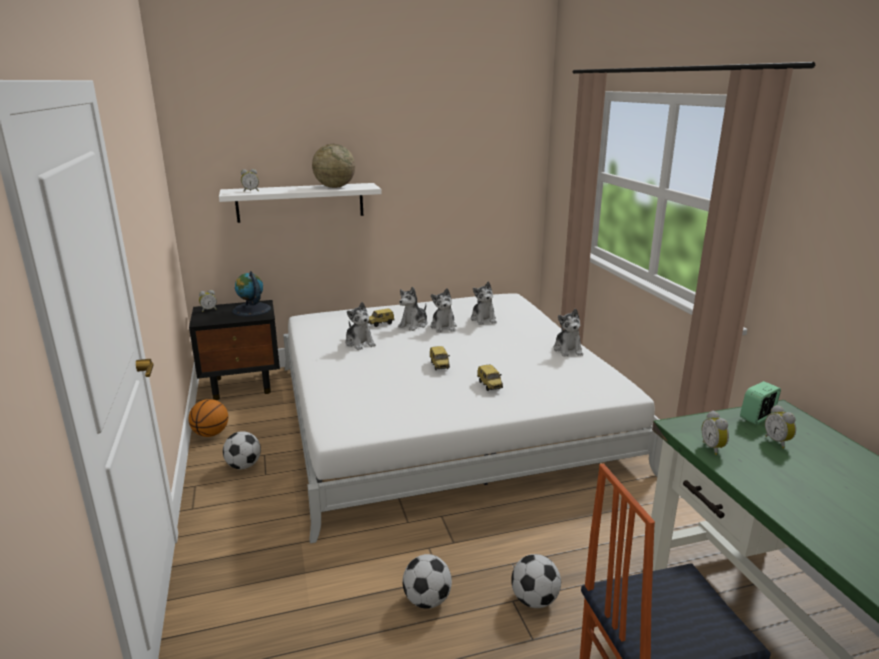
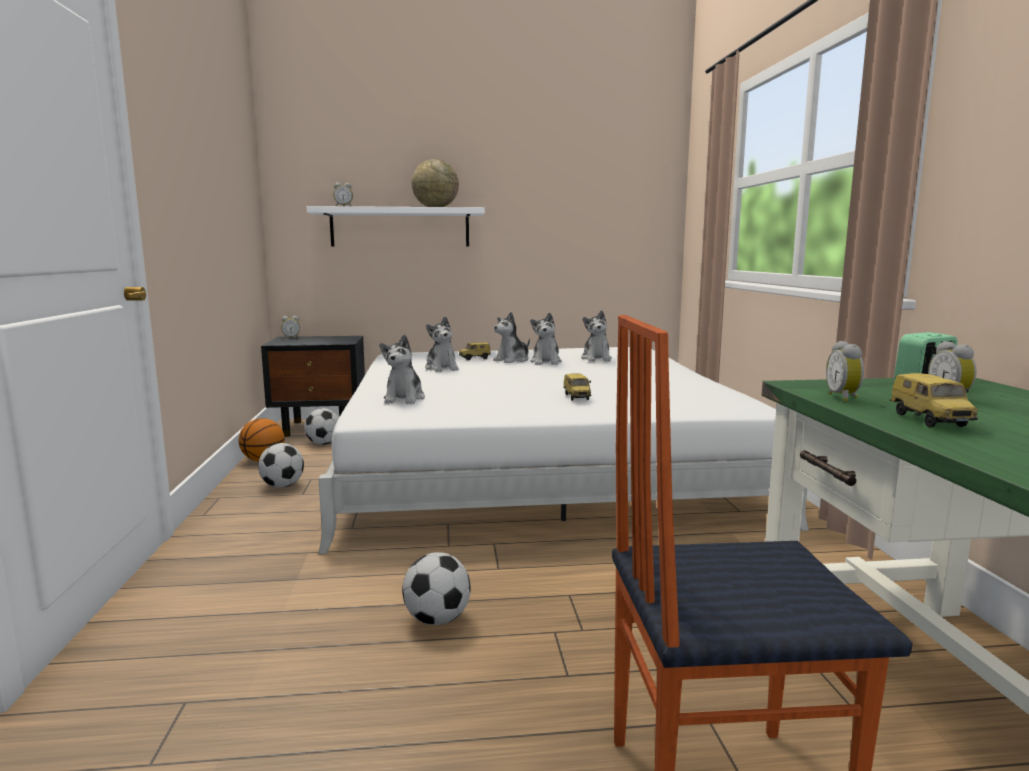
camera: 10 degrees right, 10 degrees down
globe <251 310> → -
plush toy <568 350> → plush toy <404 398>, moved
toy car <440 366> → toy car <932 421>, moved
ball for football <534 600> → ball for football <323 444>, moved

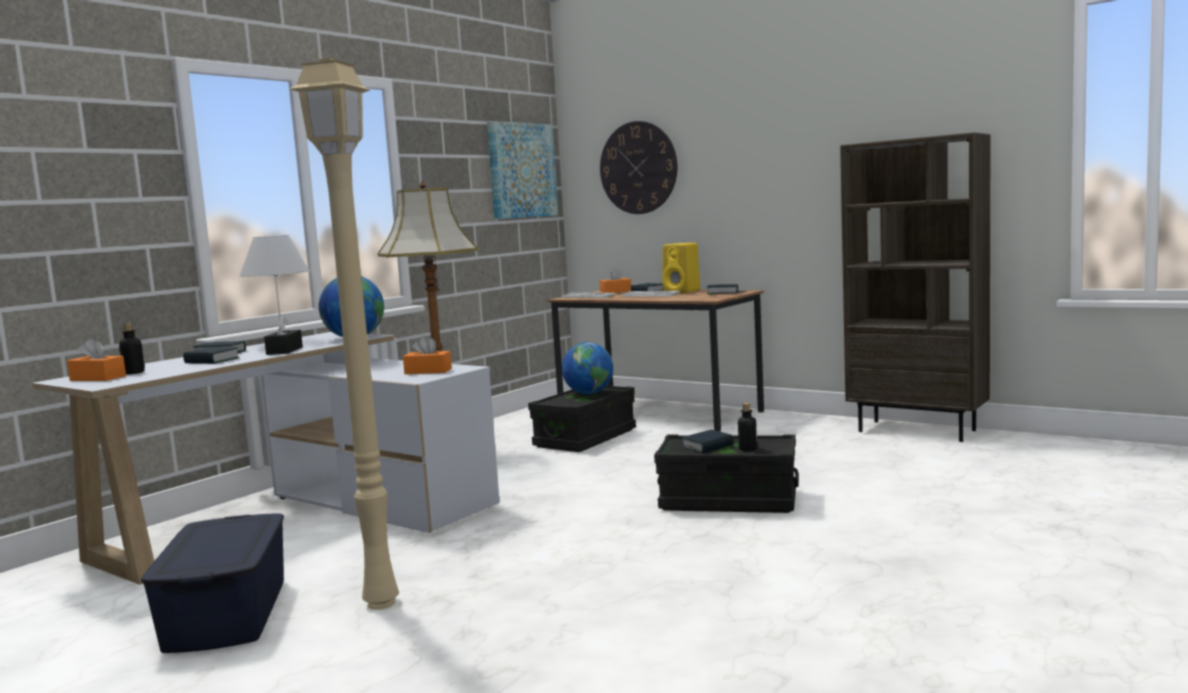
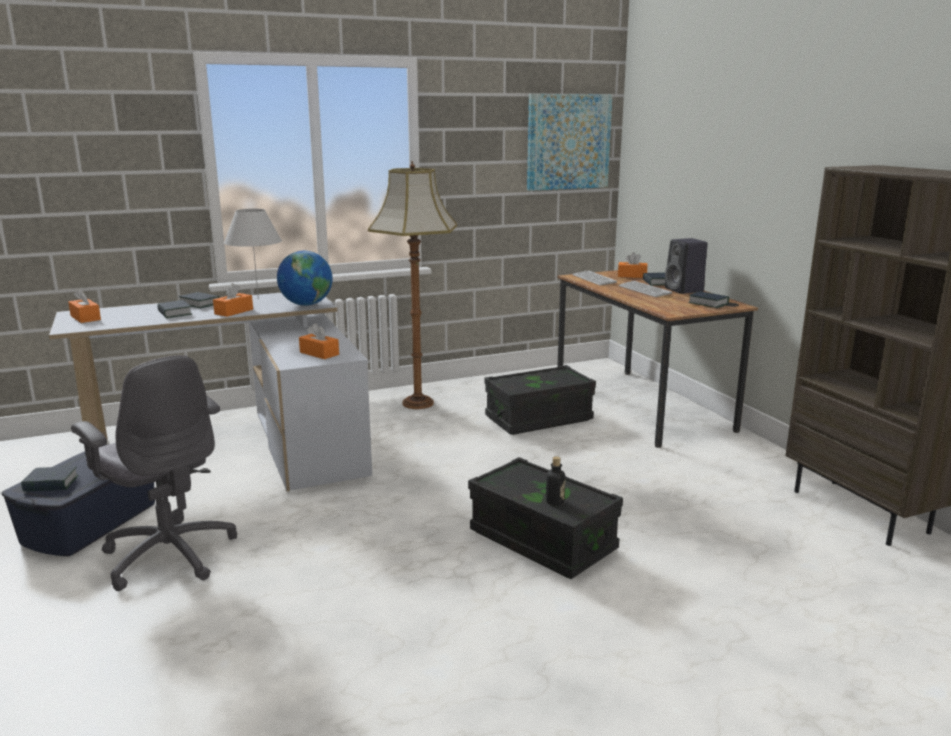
camera: 30 degrees right, 10 degrees up
beige floor lamp <382 604> → gray computer chair <169 554>
clock on the wall <638 168> → -
yellow loudspeaker <683 291> → black-coloured loudspeaker <685 290>
black-coloured box of tissues <284 351> → orangey box of tissues <234 312>
drink bottle <134 373> → -
globe <589 393> → -
book <707 446> → book <51 484>, moved

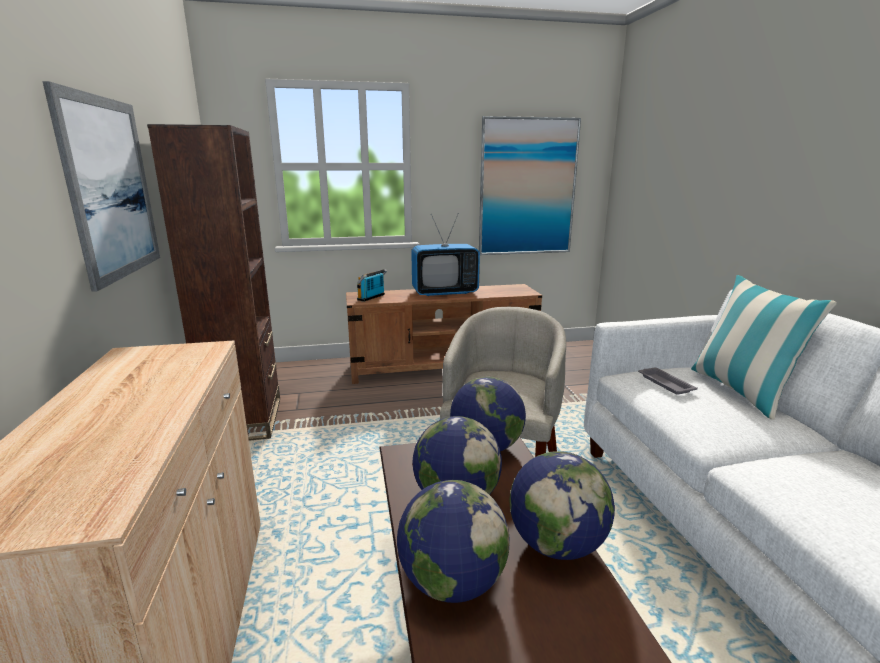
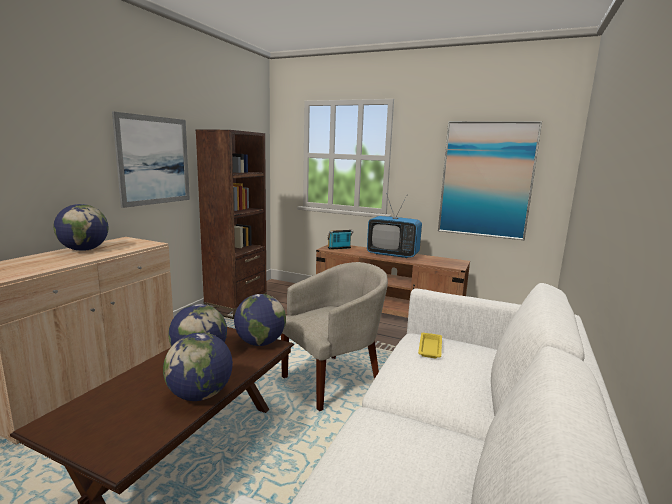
camera: 35 degrees right, 5 degrees down
throw pillow <741 391> → -
gray tray <664 383> → yellow tray <430 347>
globe <452 582> → globe <84 250>, moved

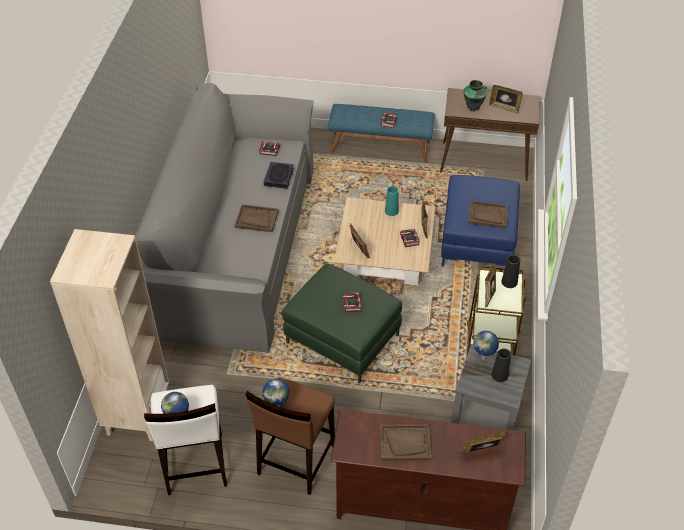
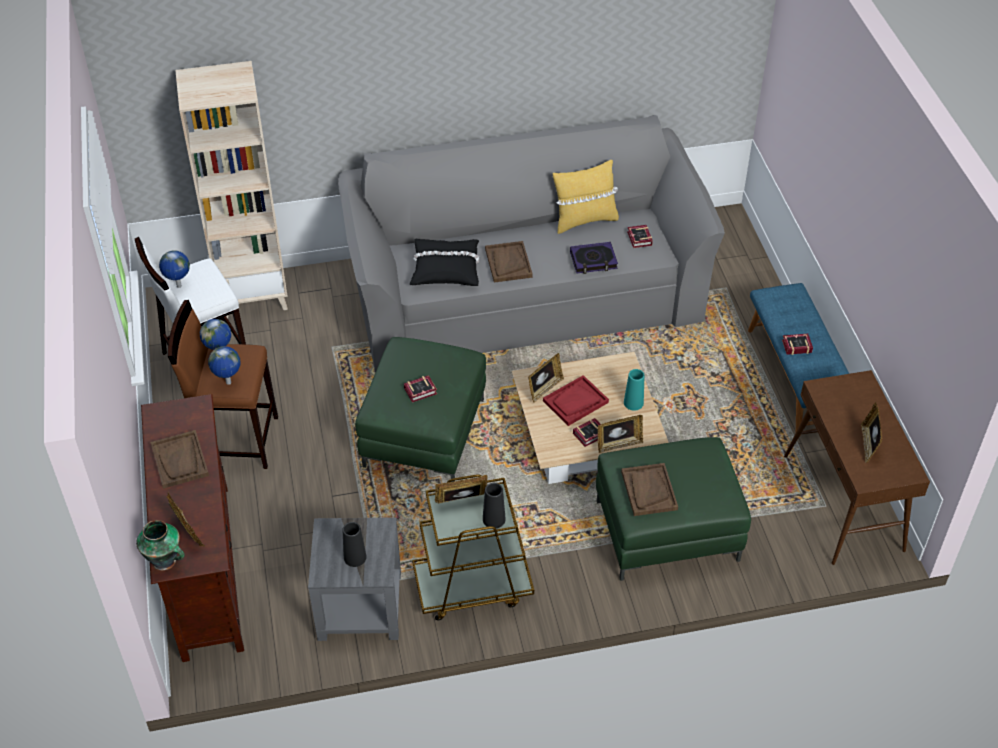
camera: 70 degrees right, 0 degrees up
flower vase <473 107> → flower vase <165 561>, moved
bluish ottoman <477 241> → greenish ottoman <667 531>
globe <483 358> → globe <228 383>, moved
- → yellow throw pillow <584 220>
- → black-coloured throw pillow <445 268>
- → red tray <575 402>

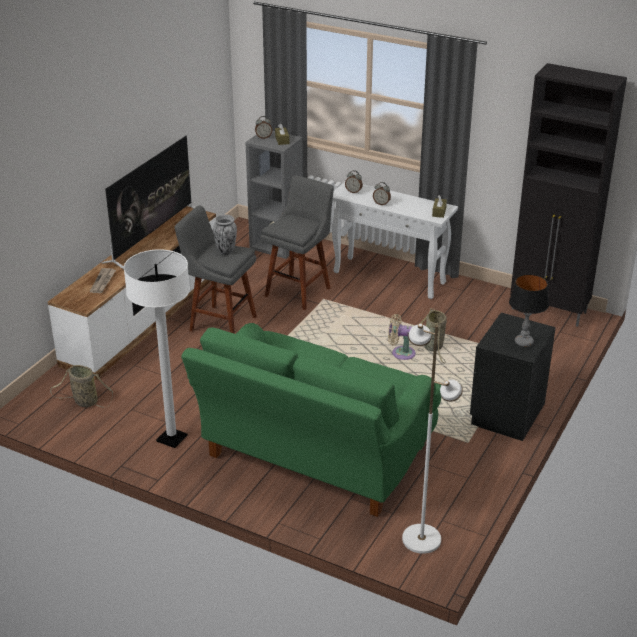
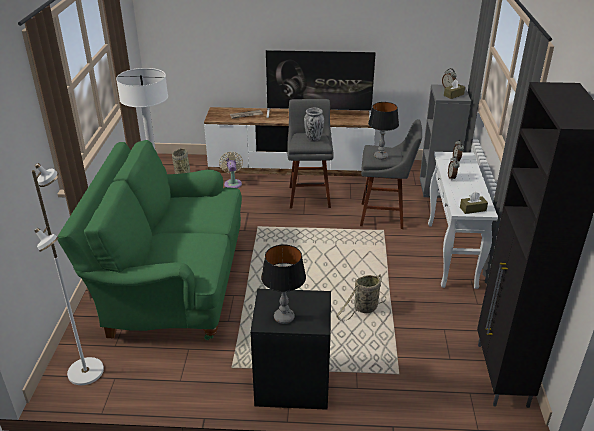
camera: 65 degrees right, 0 degrees up
beige electric fan <400 353> → beige electric fan <232 183>, moved
- → table lamp <380 156>

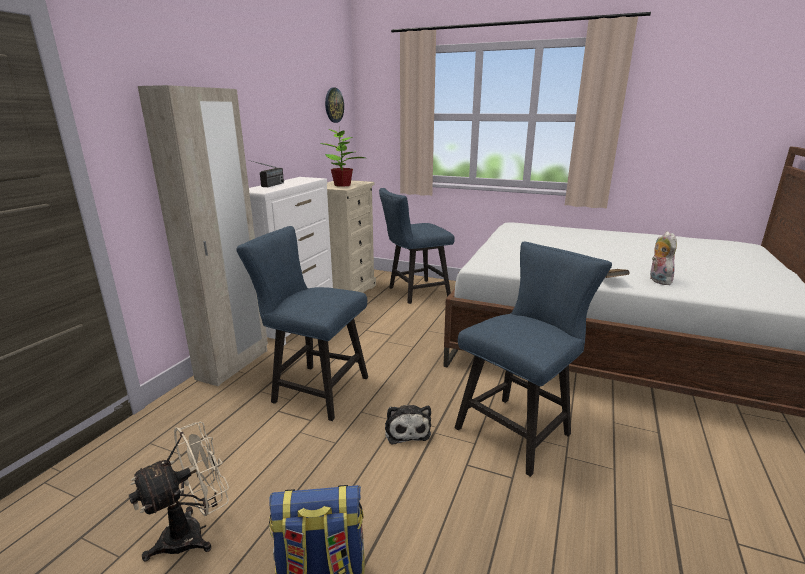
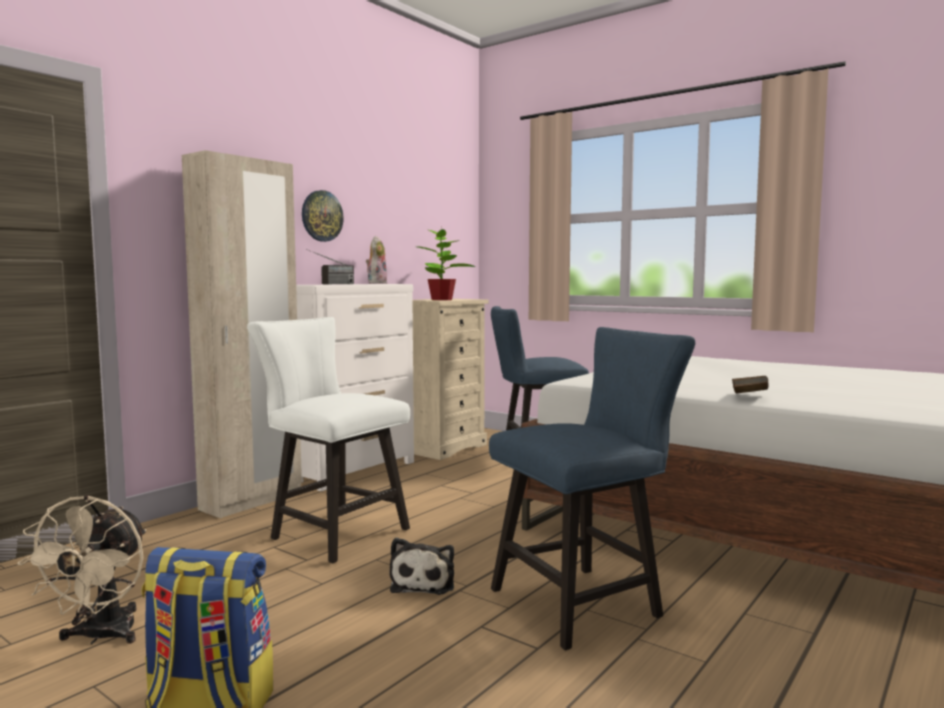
camera: 15 degrees right, 15 degrees down
clock on the wall <333 105> → clock on the wall <321 216>, moved
bluish plain chair <314 389> → white-coloured plain chair <332 532>
plush toy <657 280> → plush toy <376 283>, moved
beige electric fan <194 532> → beige electric fan <100 637>, 120 degrees clockwise

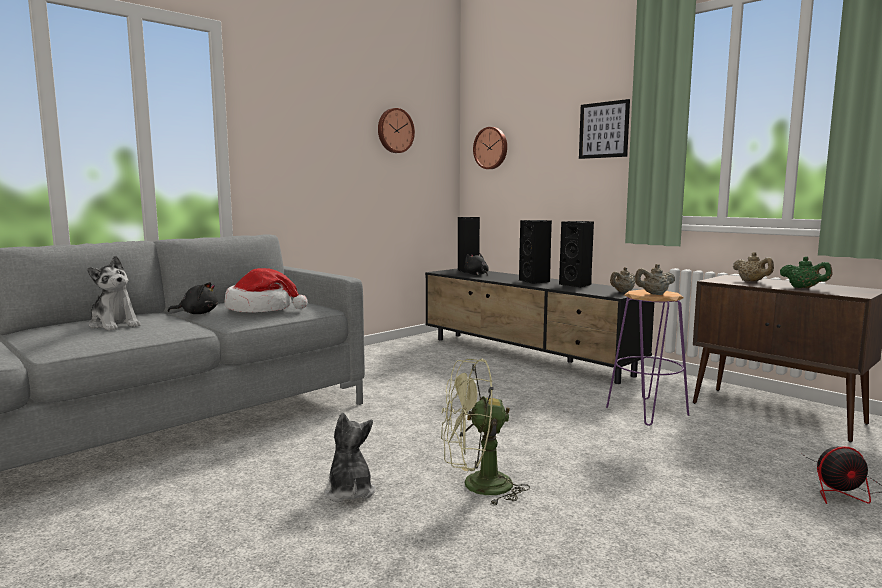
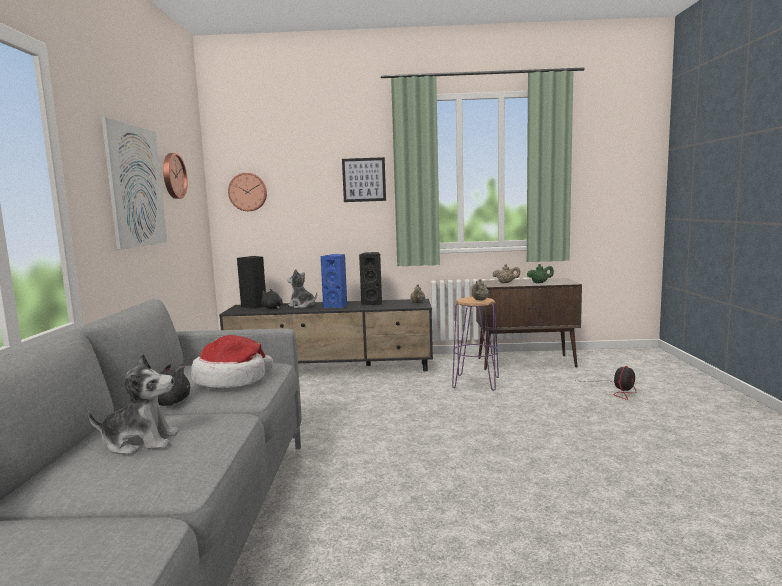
camera: 45 degrees left, 0 degrees up
black-coloured loudspeaker <535 281> → bluish loudspeaker <337 306>
greenish electric fan <477 487> → -
plush toy <349 491> → plush toy <301 306>, moved
- → wall art <136 186>

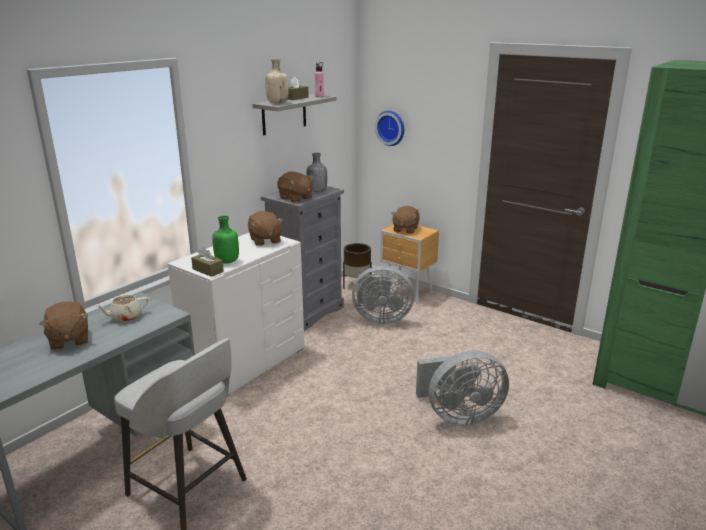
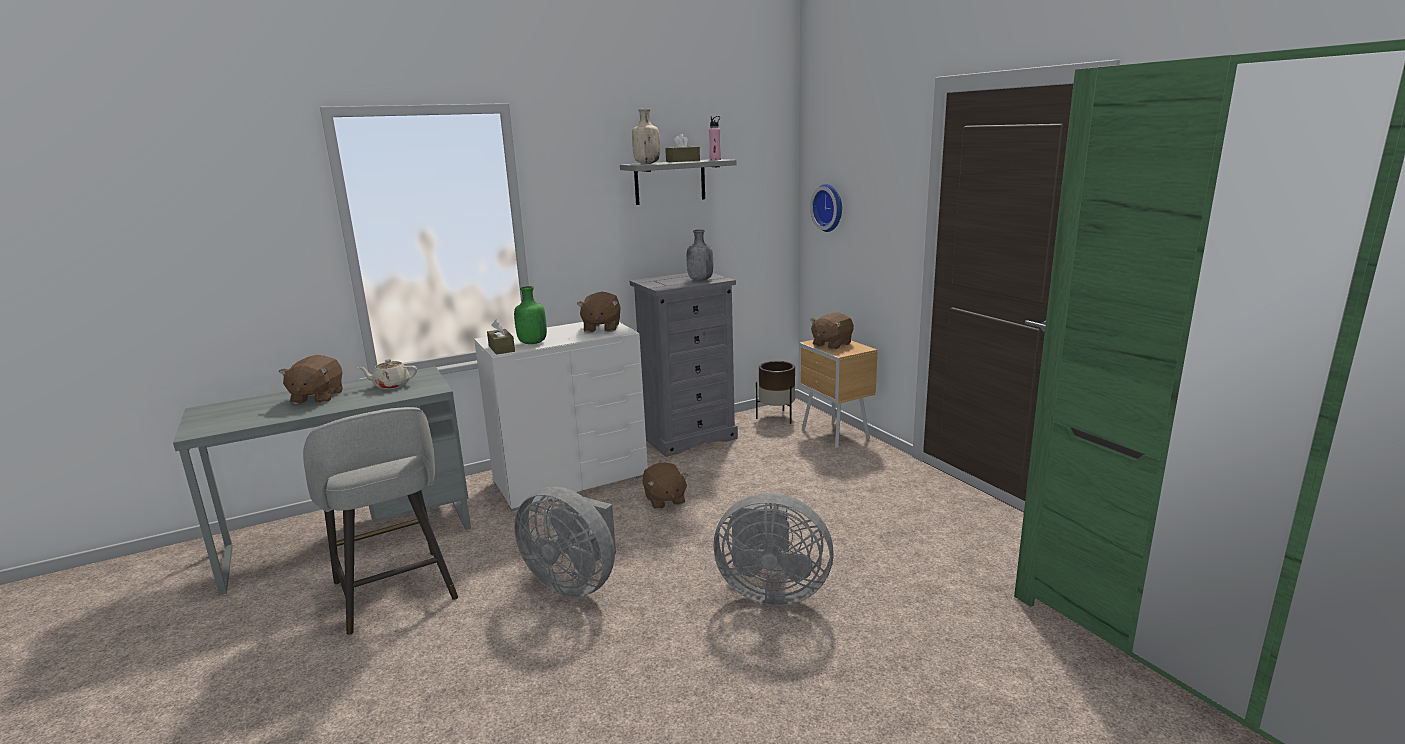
camera: 25 degrees right, 5 degrees down
brown plush toy <295 198> → brown plush toy <664 500>, moved
gray electric fan <380 318> → gray electric fan <574 582>, moved

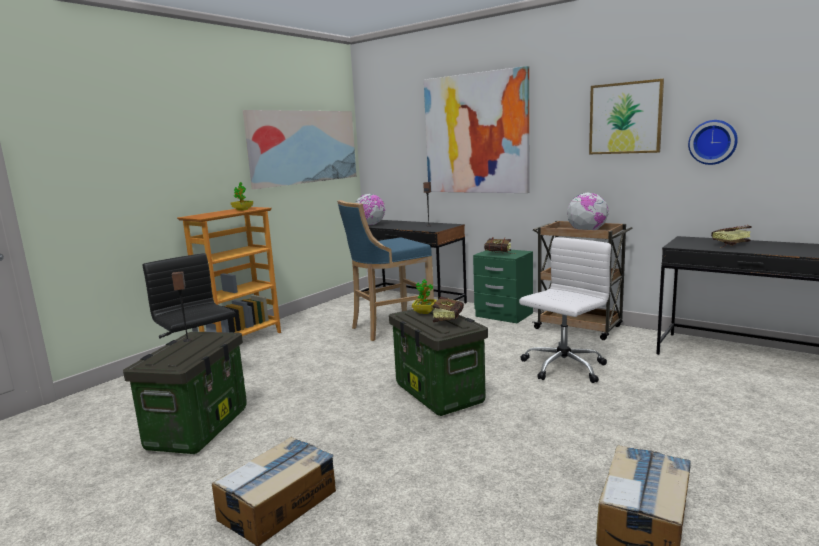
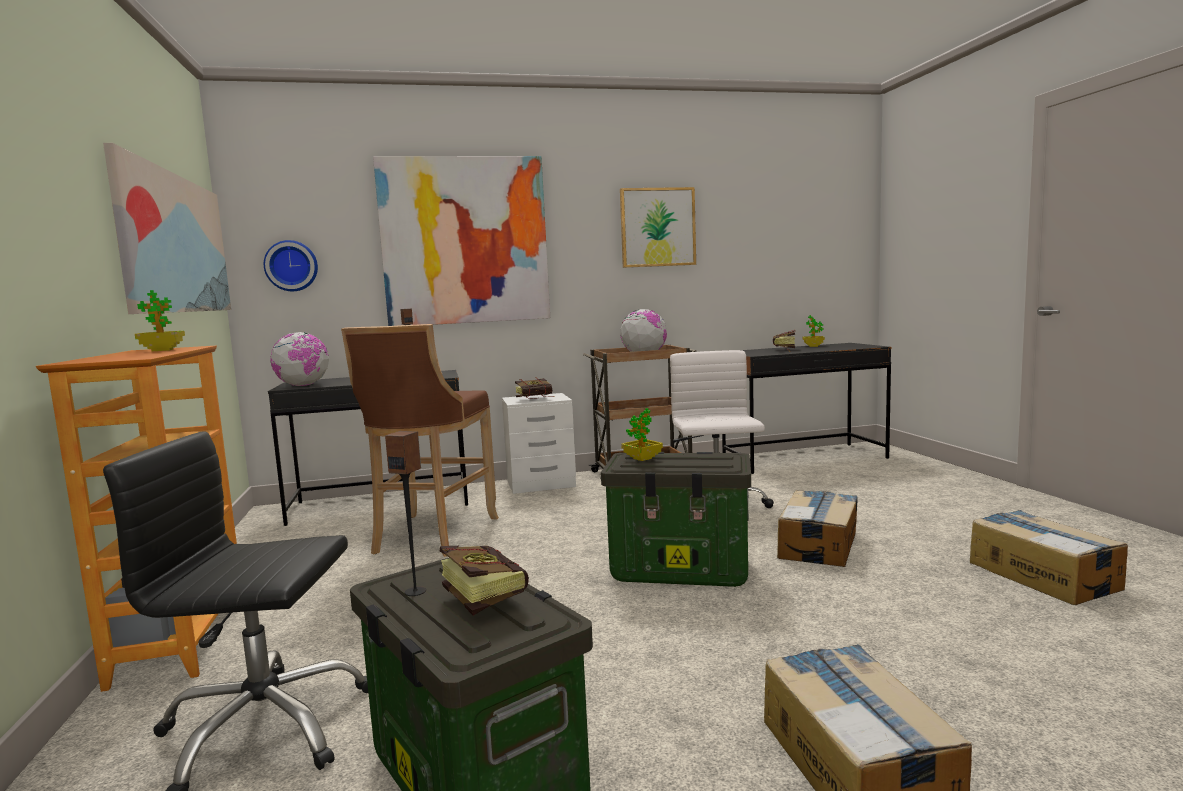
camera: 50 degrees left, 5 degrees down
clock on the wall <713 142> → clock on the wall <291 266>, moved
bluish stool seat <389 328> → brown stool seat <431 536>
greenish nightstand <504 315> → white-coloured nightstand <541 484>
book <449 319> → book <480 596>, moved
- → houseplant <813 346>
- → carton <818 545>

